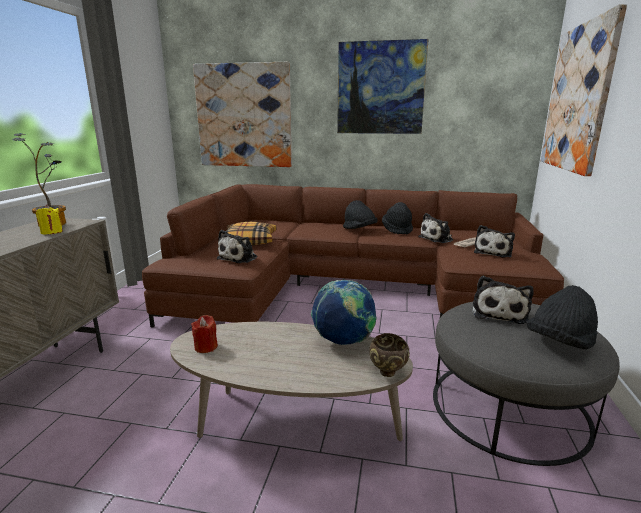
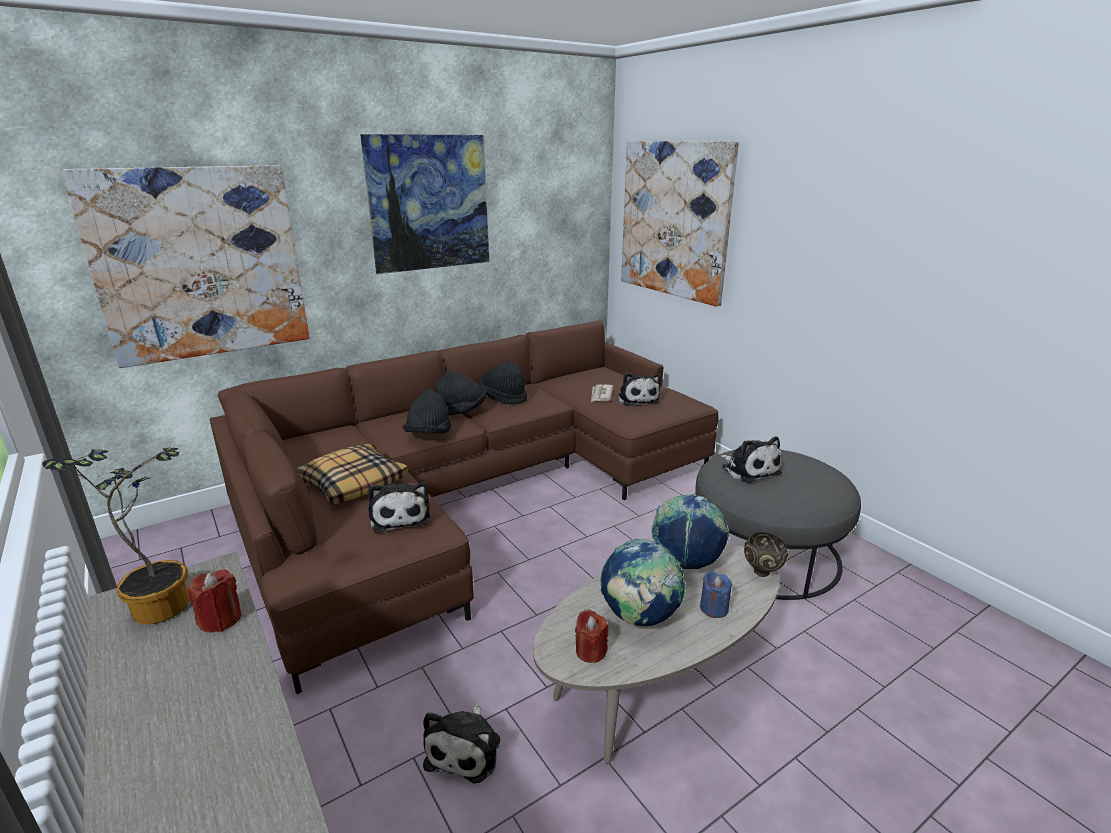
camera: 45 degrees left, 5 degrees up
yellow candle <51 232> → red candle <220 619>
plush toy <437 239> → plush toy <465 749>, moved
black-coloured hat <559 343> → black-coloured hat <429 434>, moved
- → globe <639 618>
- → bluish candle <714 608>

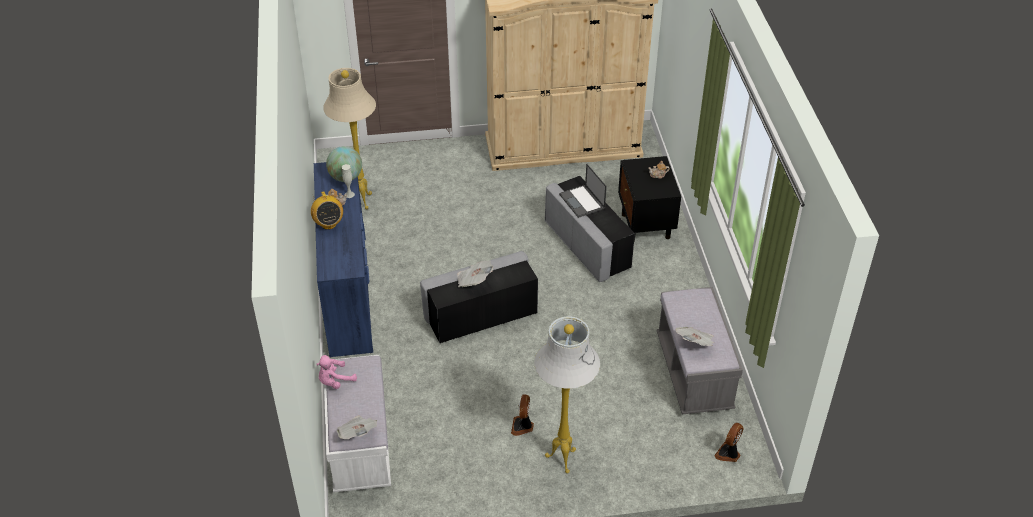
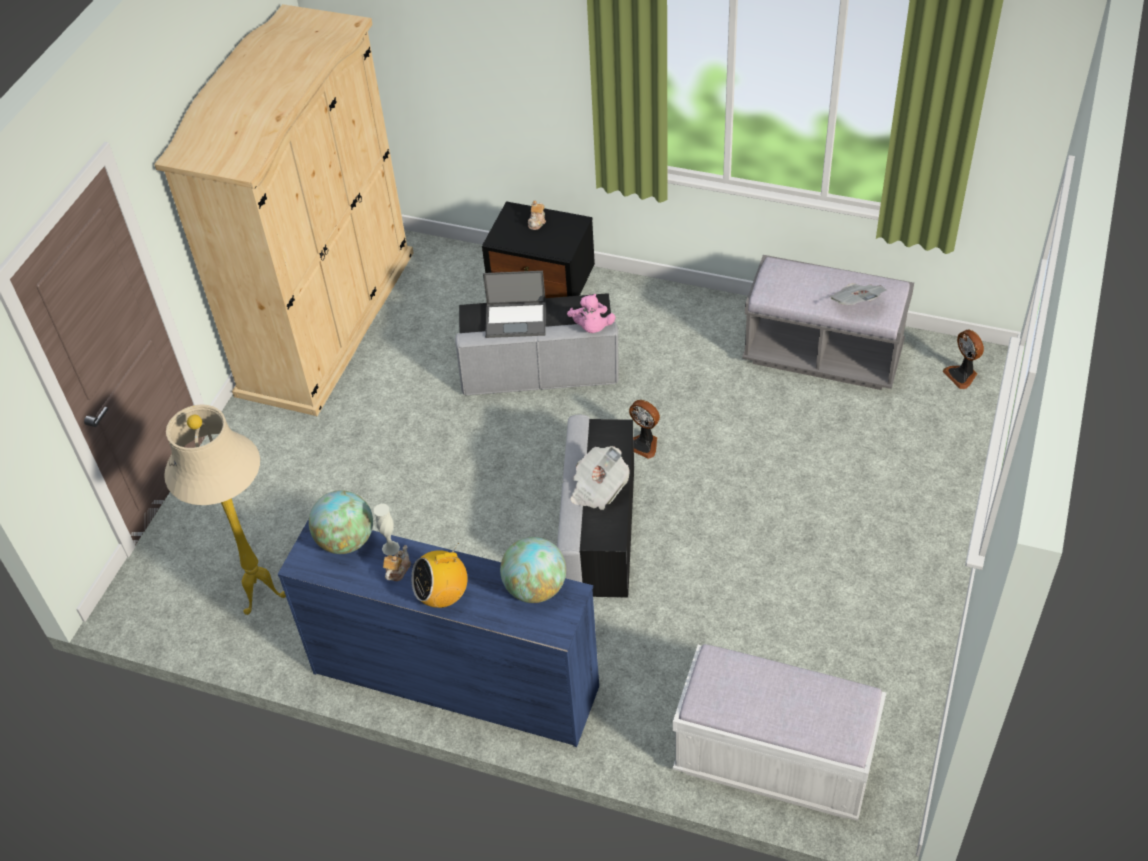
camera: 60 degrees left, 5 degrees up
radio receiver <328 224> → radio receiver <443 596>, 150 degrees clockwise
white-coloured floor lamp <562 458> → -
pink-coloured plush toy <335 381> → pink-coloured plush toy <591 327>, moved
electric fan <522 426> → electric fan <644 444>, moved
newspaper <357 434> → -
- → globe <535 588>

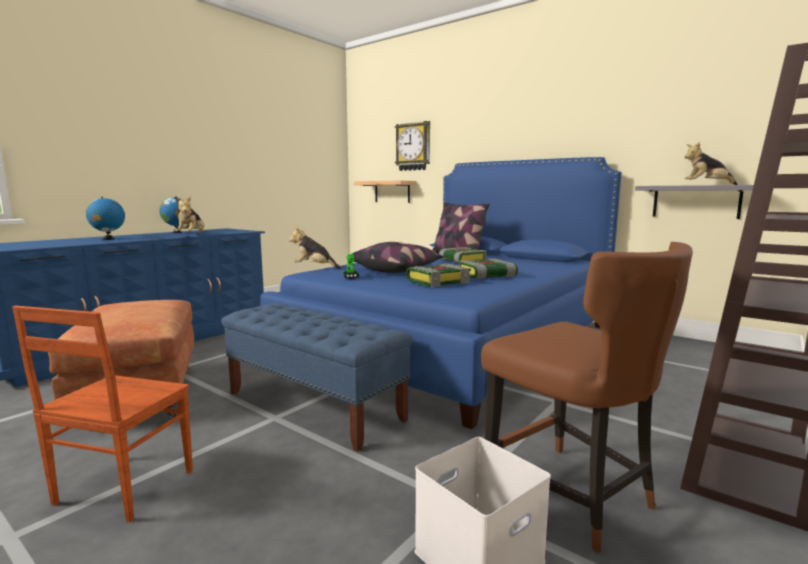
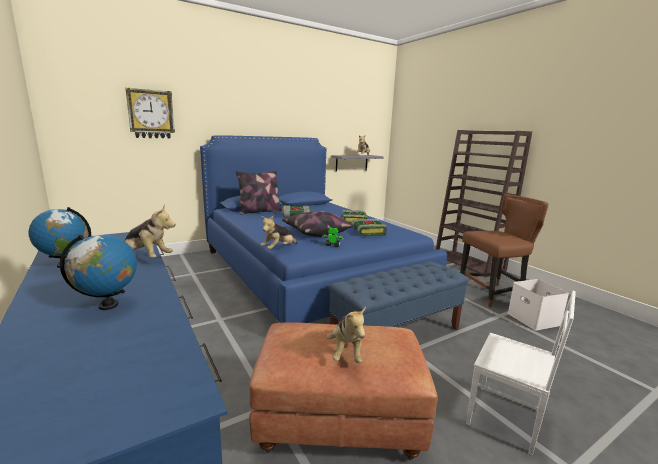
camera: 70 degrees left, 5 degrees up
bracket shelf <392 192> → -
brown plain chair <122 488> → white-coloured plain chair <505 419>
- → plush toy <346 352>

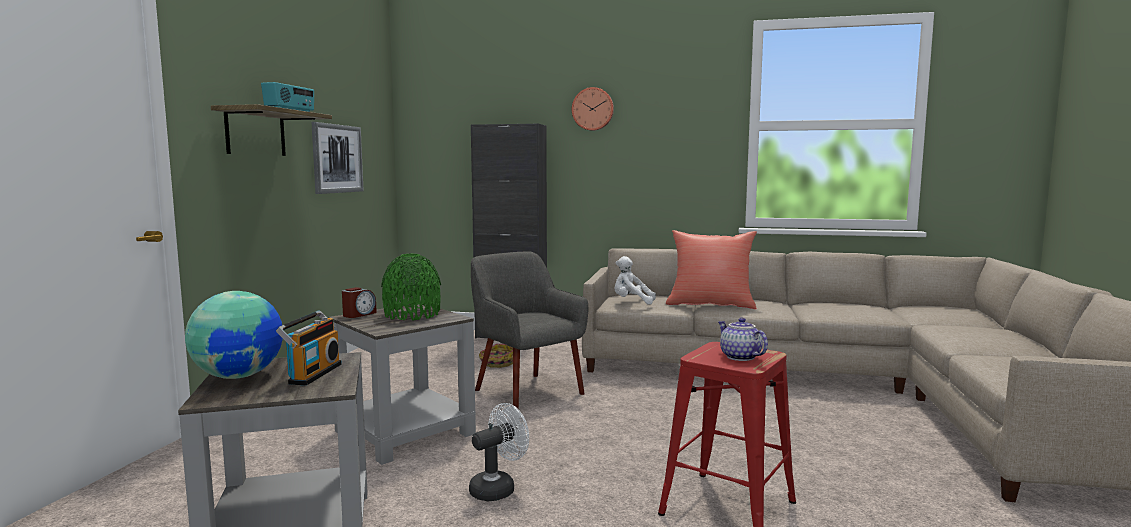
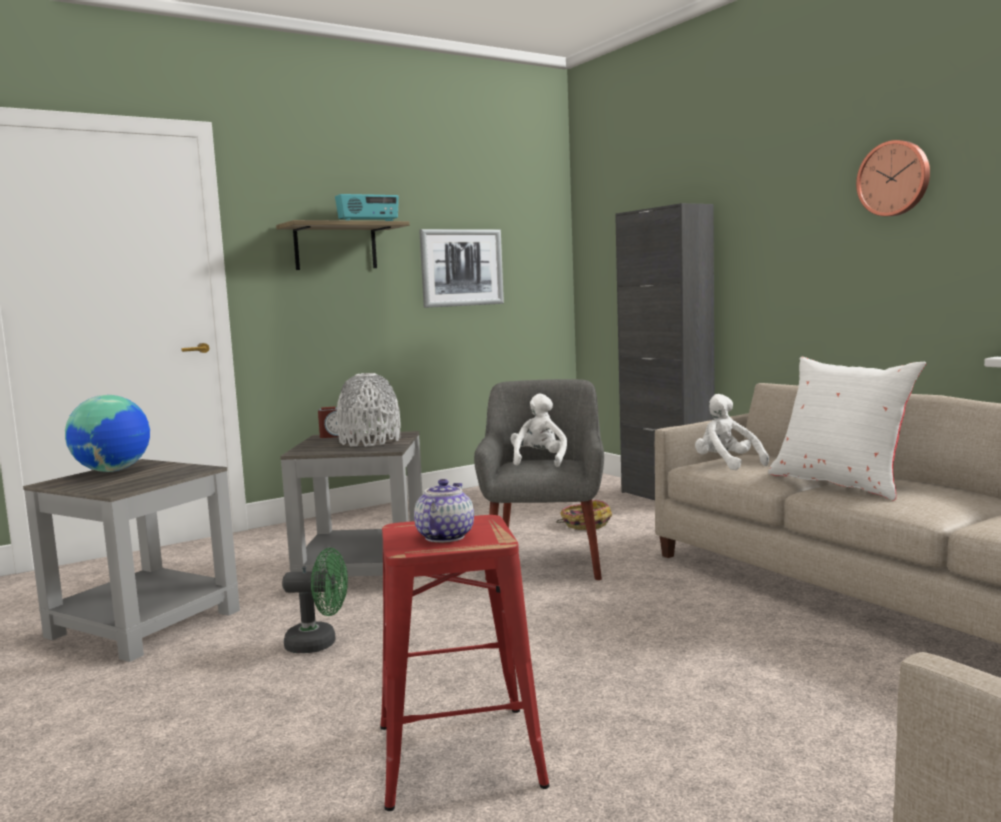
camera: 45 degrees right, 0 degrees up
clock on the wall <593 109> → clock on the wall <894 178>, moved
red throw pillow <710 304> → white-coloured throw pillow <840 483>
greenish flower vase <412 314> → gray flower vase <370 441>
radio receiver <312 373> → -
white-coloured electric fan <498 488> → greenish electric fan <319 643>
- → white-coloured plush toy <539 461>

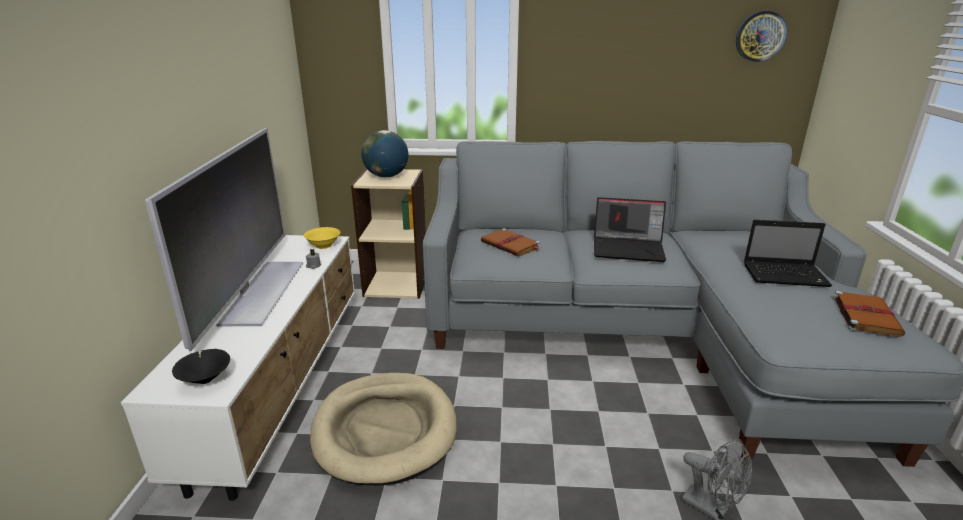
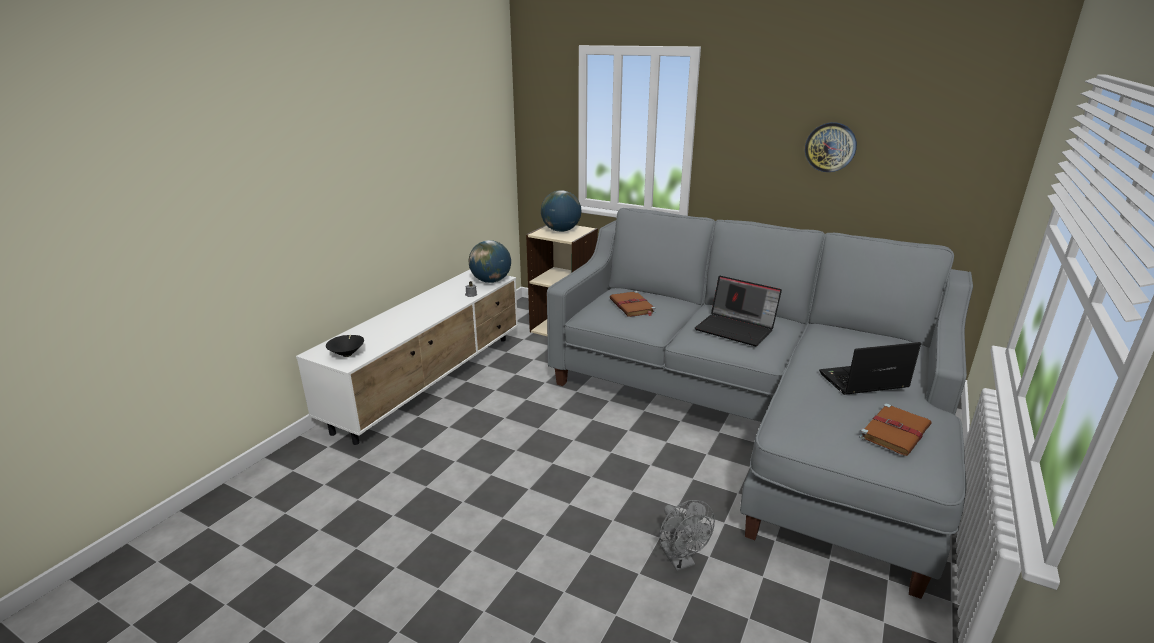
camera: 25 degrees right, 0 degrees up
clock on the wall <760 36> → clock on the wall <830 147>, moved
TV <261 292> → -
notebook computer <786 275> → notebook computer <862 381>, 135 degrees clockwise
yellow bowl <324 245> → globe <491 281>
beige dog bed <385 430> → -

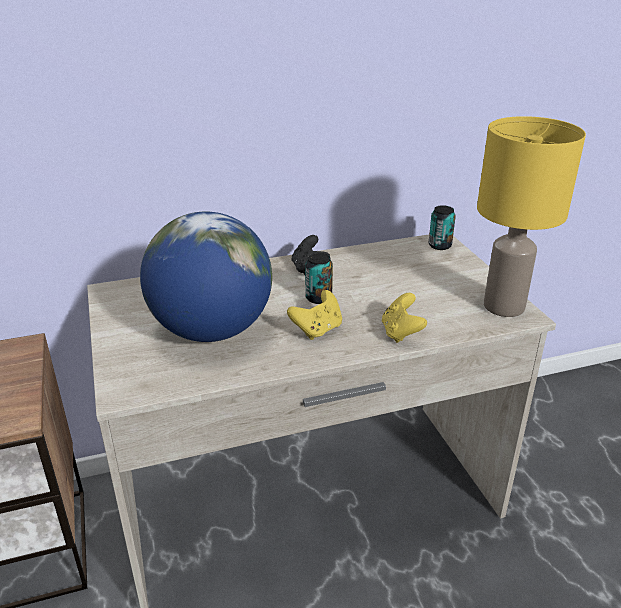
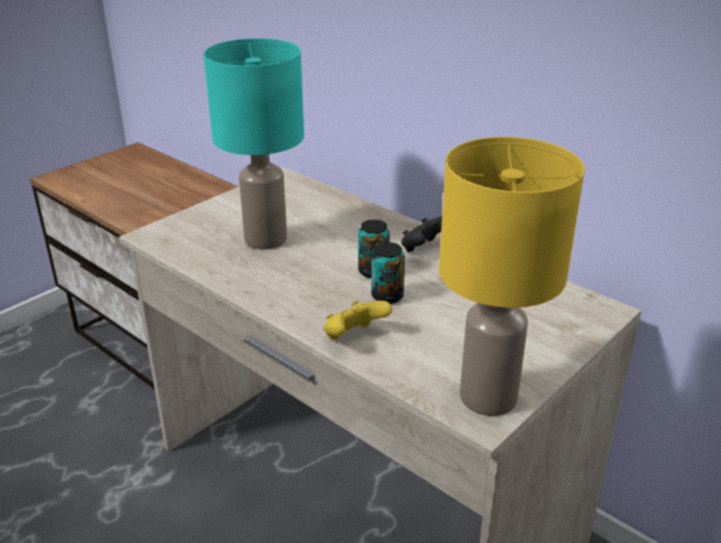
camera: 60 degrees right, 0 degrees up
metal can <439 245> → metal can <387 296>, moved
globe <212 330> → turquoise-coloured table lamp <264 239>
yellow gamepad <317 330> → -

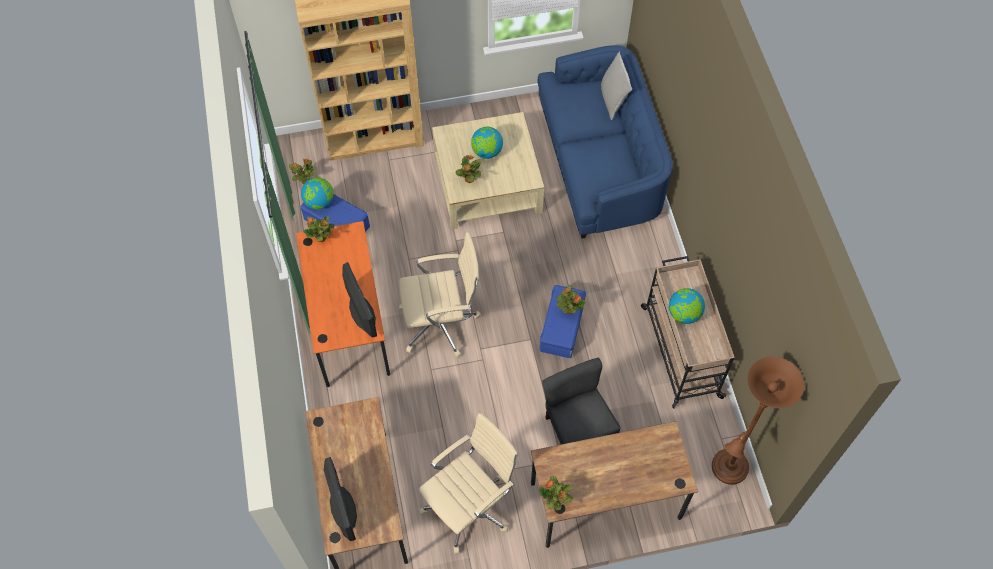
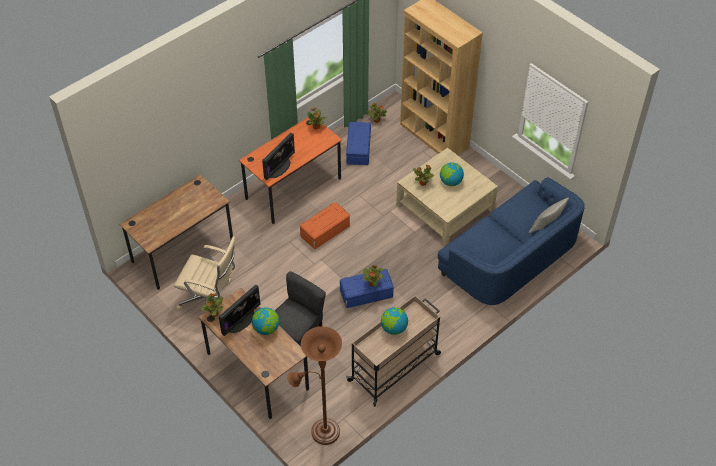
camera: 60 degrees right, 10 degrees down
globe <319 202> → globe <266 329>, moved
beige computer chair <441 323> → orangey storage container <325 231>
computer screen <342 508> → computer screen <241 321>, moved

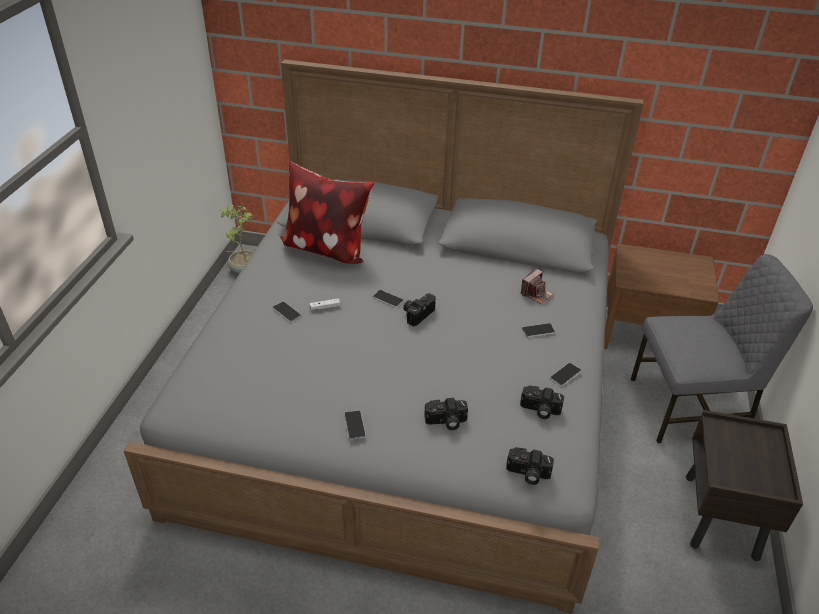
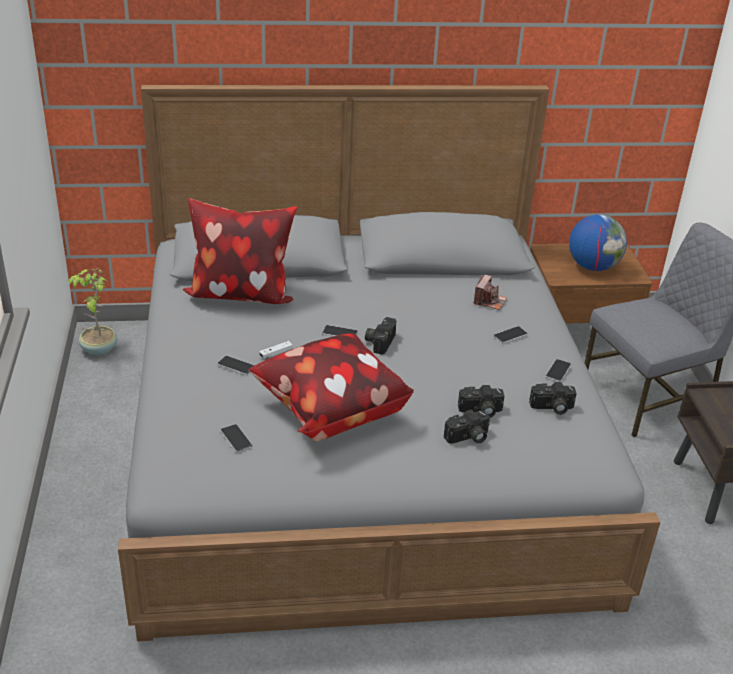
camera: 20 degrees left, 5 degrees down
phone <354 425> → phone <236 439>, moved
photo camera <527 474> → photo camera <480 411>, moved
- → globe <593 266>
- → throw pillow <329 411>

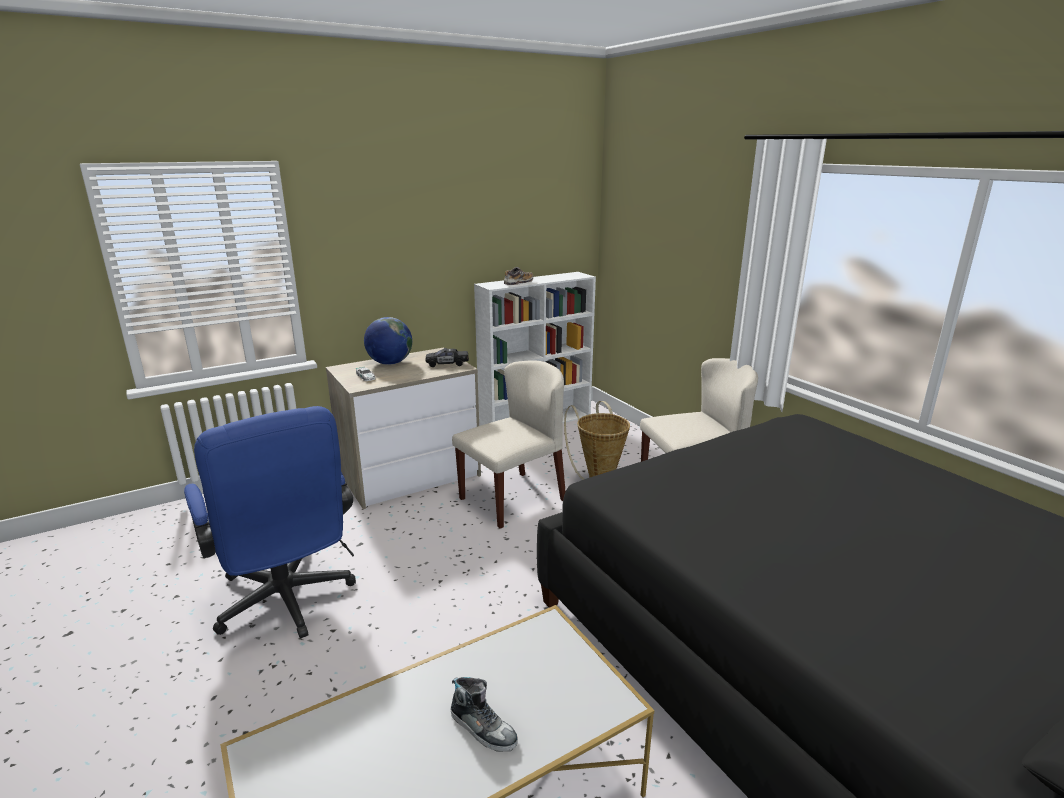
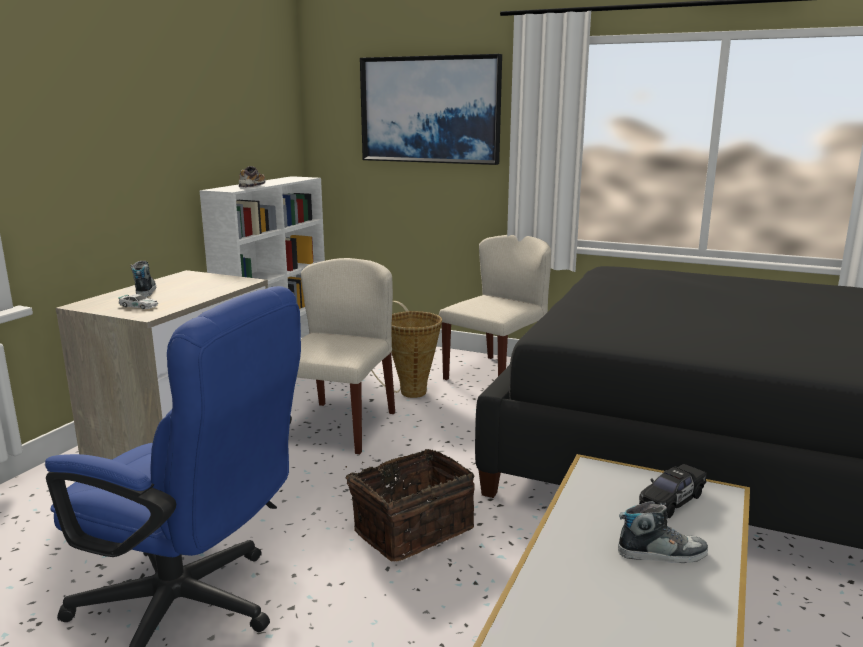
camera: 35 degrees left, 5 degrees down
globe <390 363> → shoe <145 291>
black-coloured toy car <447 364> → black-coloured toy car <671 500>, moved
- → wall art <430 110>
- → basket <411 529>

